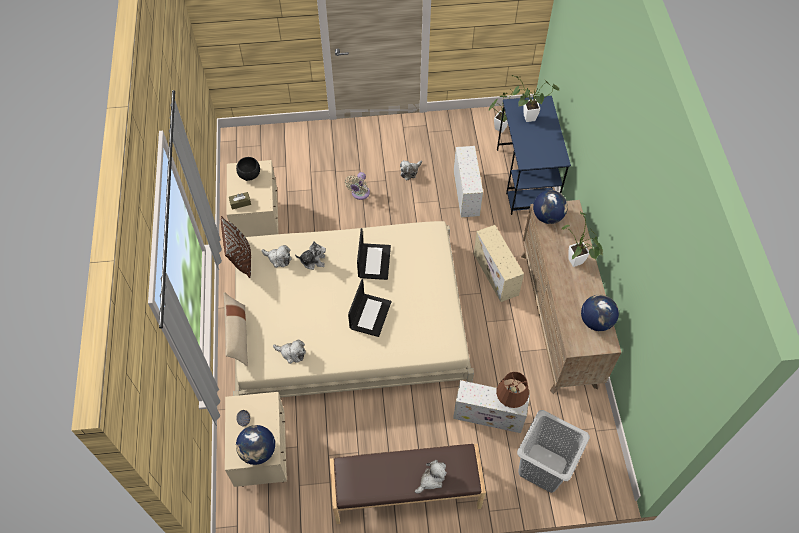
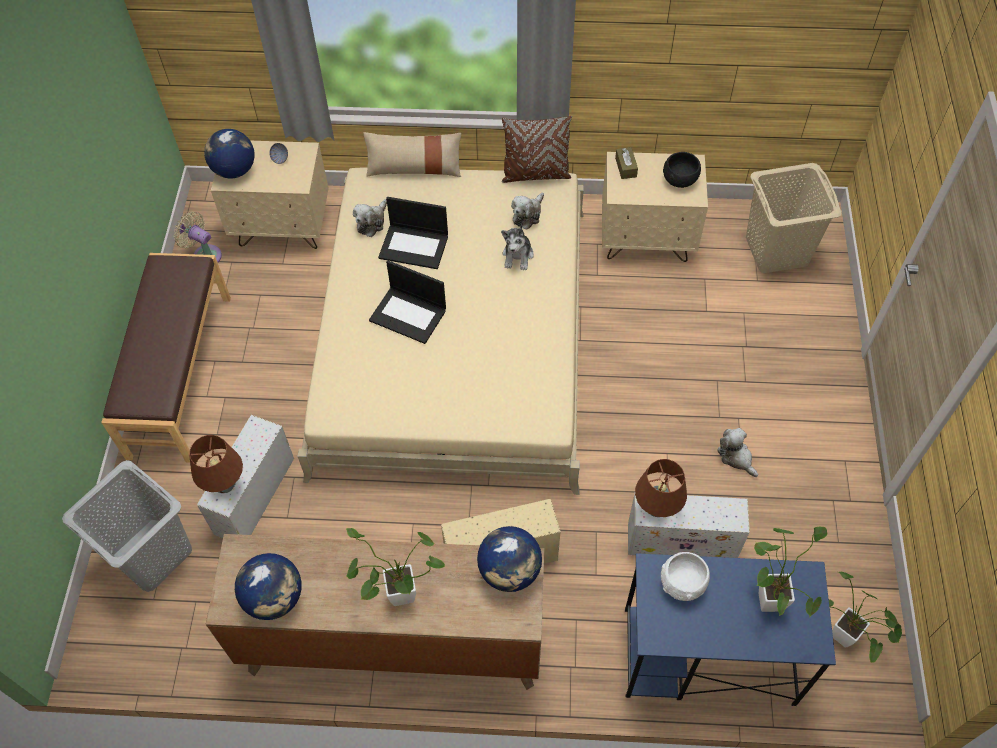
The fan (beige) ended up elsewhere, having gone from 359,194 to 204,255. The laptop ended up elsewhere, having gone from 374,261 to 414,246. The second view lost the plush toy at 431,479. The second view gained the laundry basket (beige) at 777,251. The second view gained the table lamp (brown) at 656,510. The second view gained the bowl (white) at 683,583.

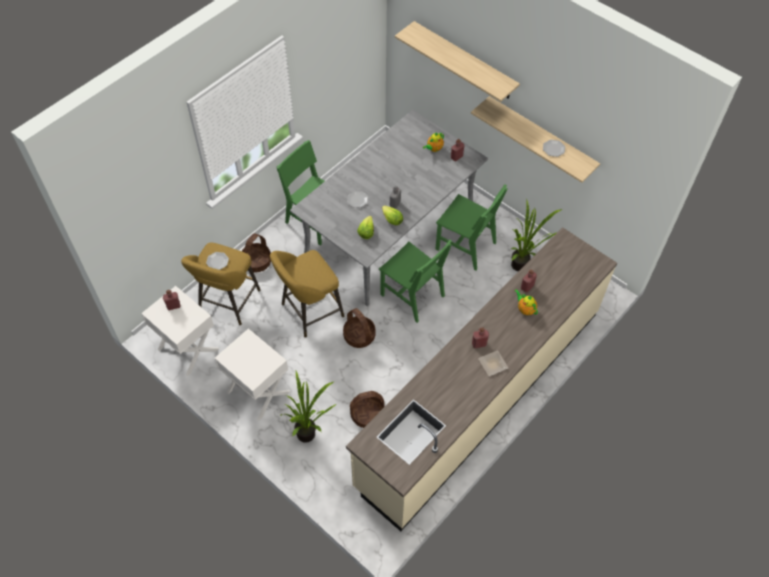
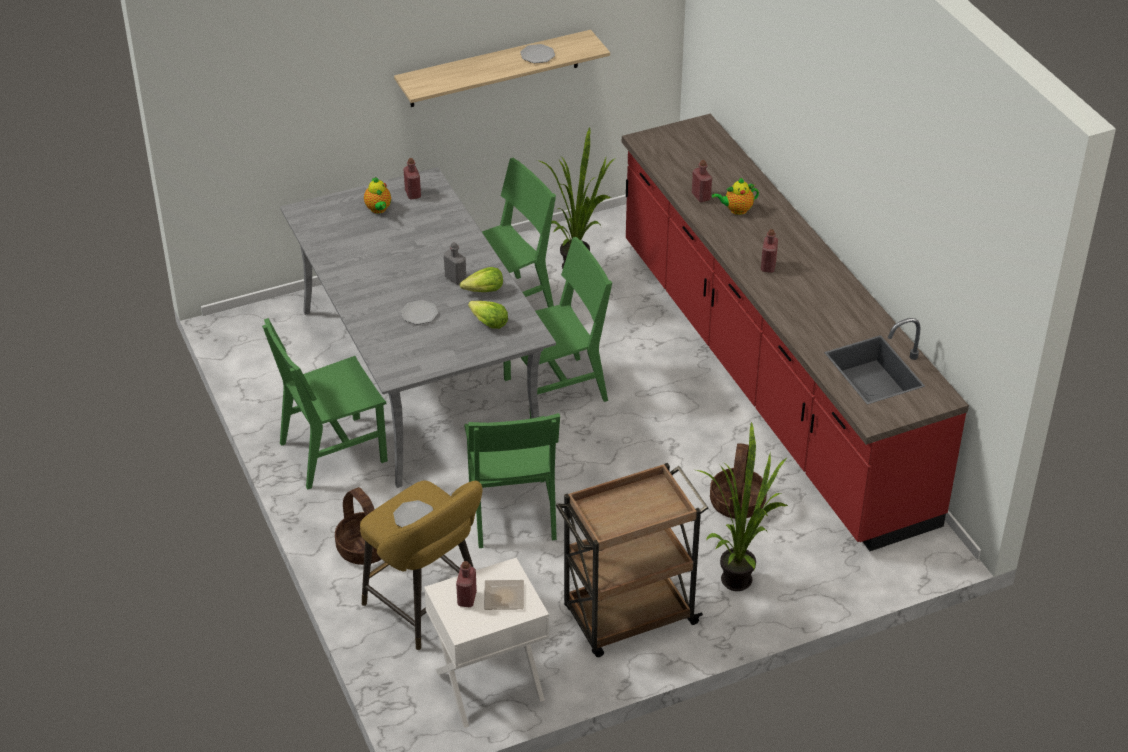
The second view lost the shelf at 464,61. What was the counter (beige) at 480,396 turned into the counter (red) at 769,379. Where the stool (yellow) stood at 309,312, the chair (green) came to stand at 511,512. The second view lost the basket at 359,336. Where the nightstand (white) stood at 257,392, the cart (brown) came to stand at 628,617. The plate ended up elsewhere, having gone from 491,363 to 502,598.

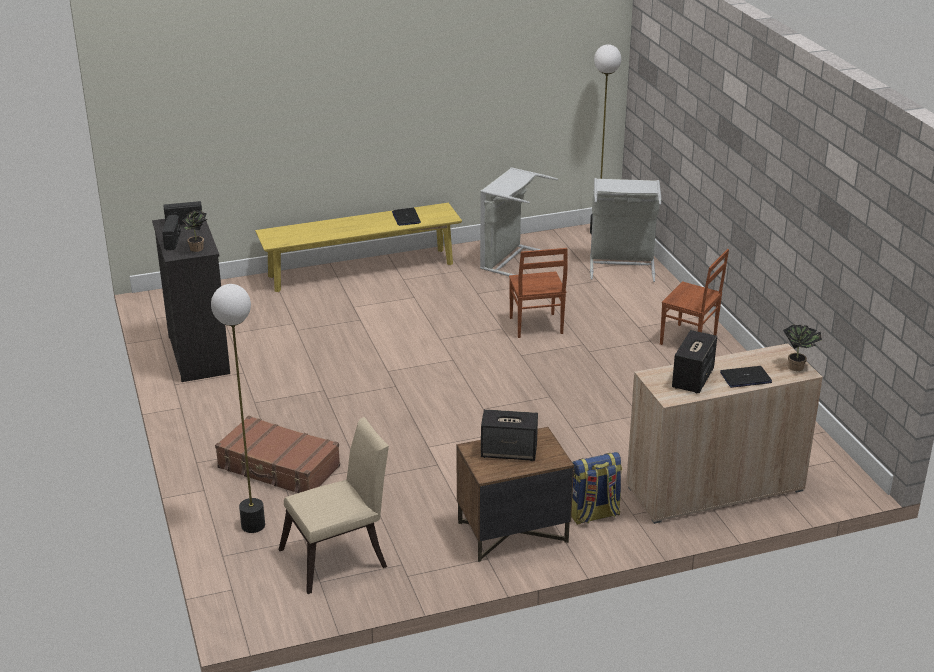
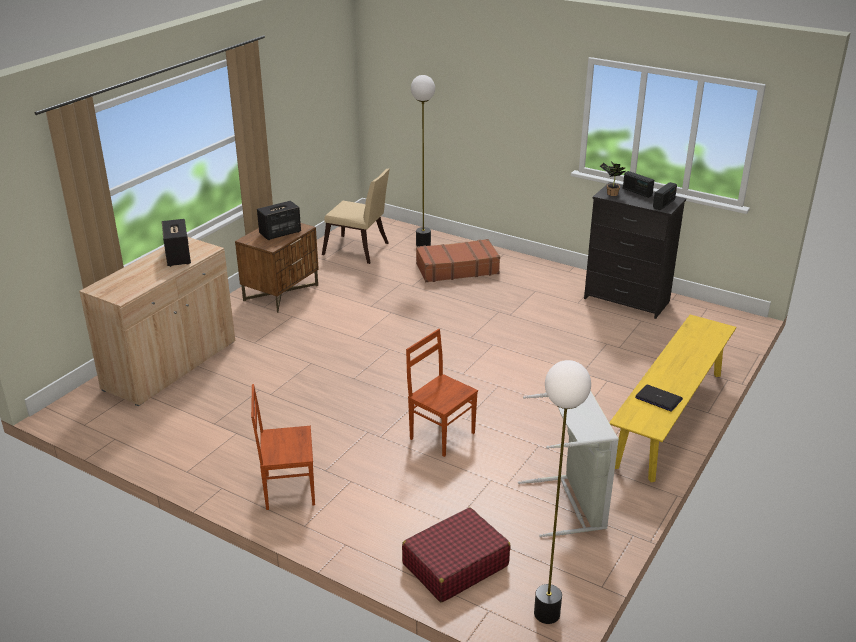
Where the laundry basket (grey) stood at 622,265, the suitcase (red) came to stand at 455,565. The second view lost the potted plant at 798,367. The second view lost the laptop at 745,378. The chair (beige) at 340,557 ended up facing another way, 90 degrees counterclockwise from before. The second view lost the backpack at 593,514.

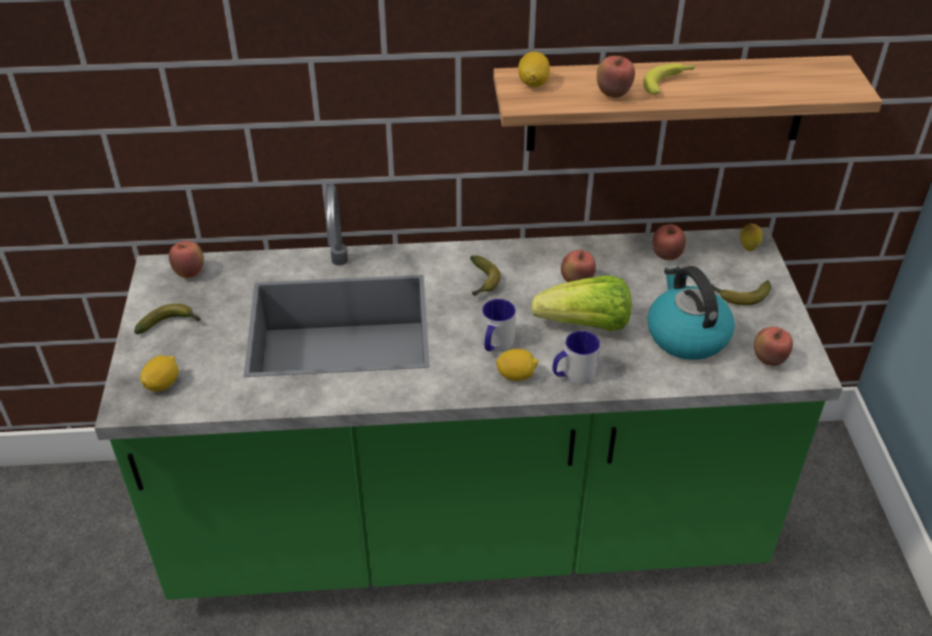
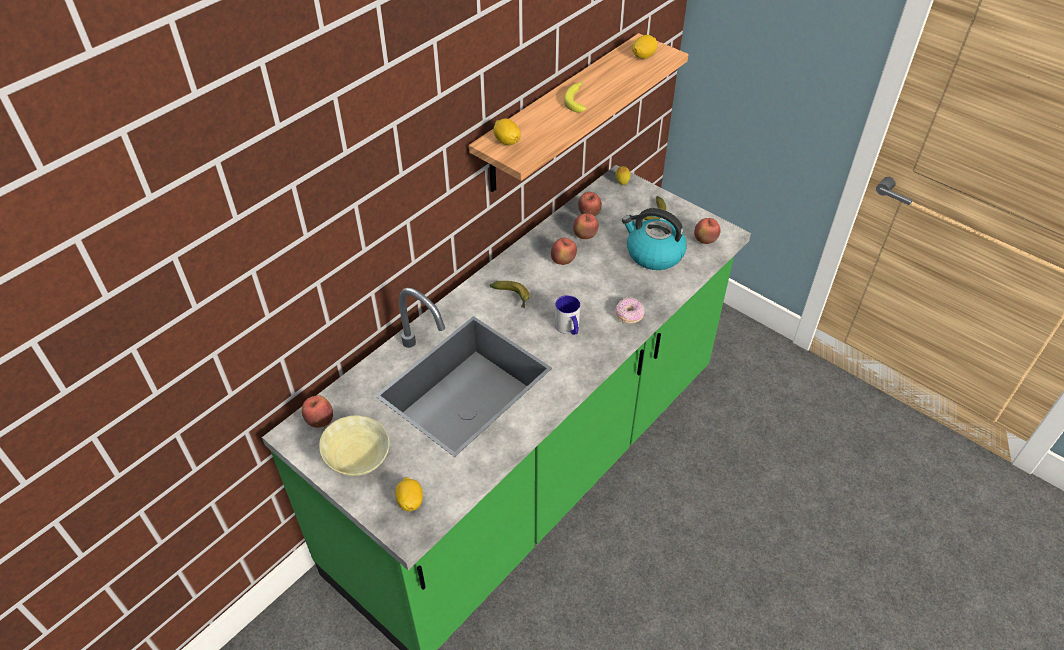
The apple ended up elsewhere, having gone from 613,94 to 585,236. The second view lost the lettuce at 586,325. Where the banana stood at 170,324, the bowl (beige) came to stand at 358,462. Where the mug stood at 573,374, the donut came to stand at 629,316. The lemon ended up elsewhere, having gone from 516,375 to 643,56.

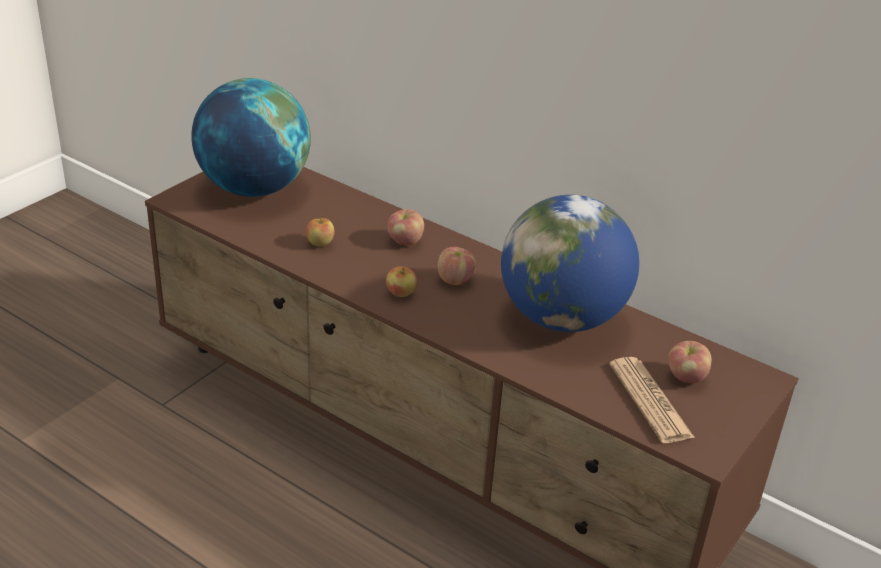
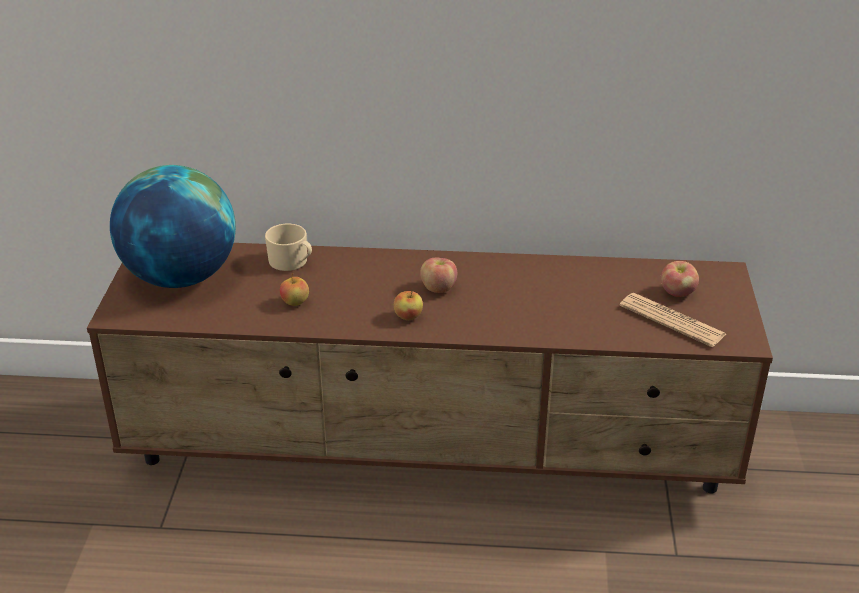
The second view lost the globe at 562,318. The second view lost the apple at 405,241. The second view gained the mug (beige) at 292,262.

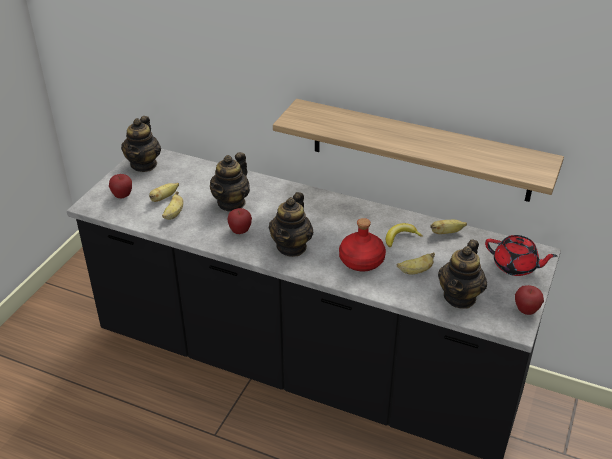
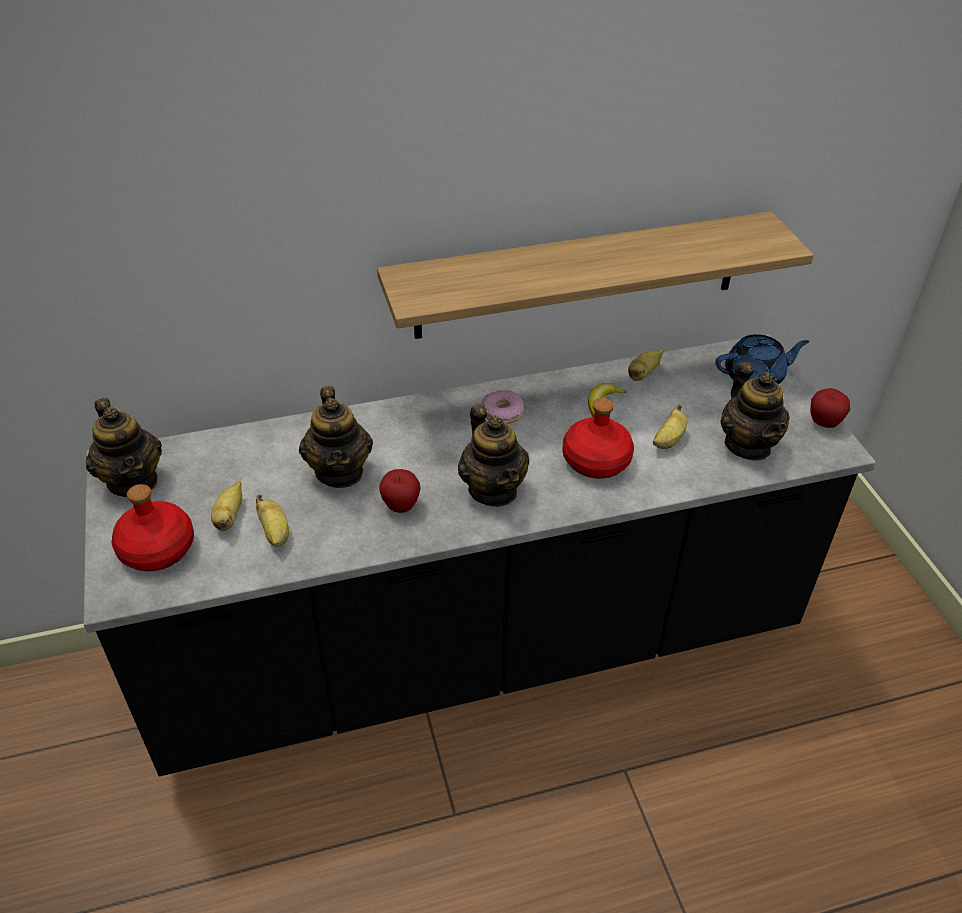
Where the apple stood at 122,196, the bottle (red) came to stand at 157,549. What was the teapot (red) at 515,266 turned into the teapot (blue) at 755,377. The second view gained the donut at 502,412.

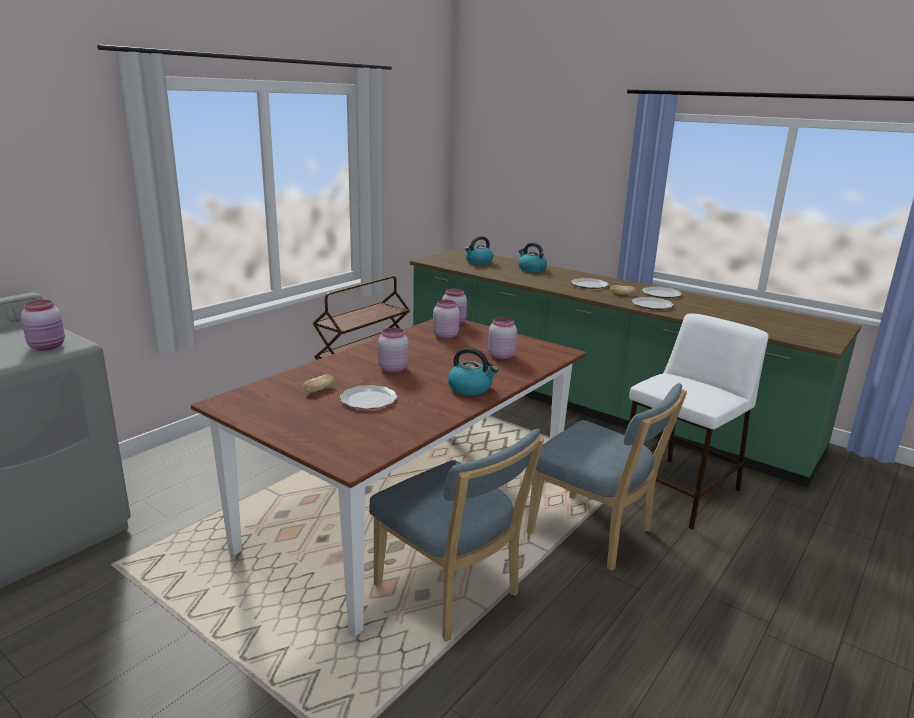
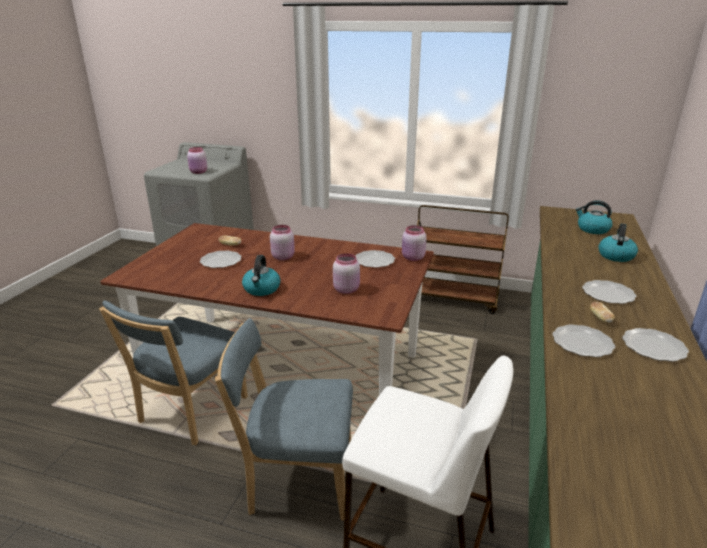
Where the jar (pink) stood at 444,336, the plate came to stand at 374,260. The chair (blue) at 595,534 ended up facing another way, 75 degrees clockwise from before.

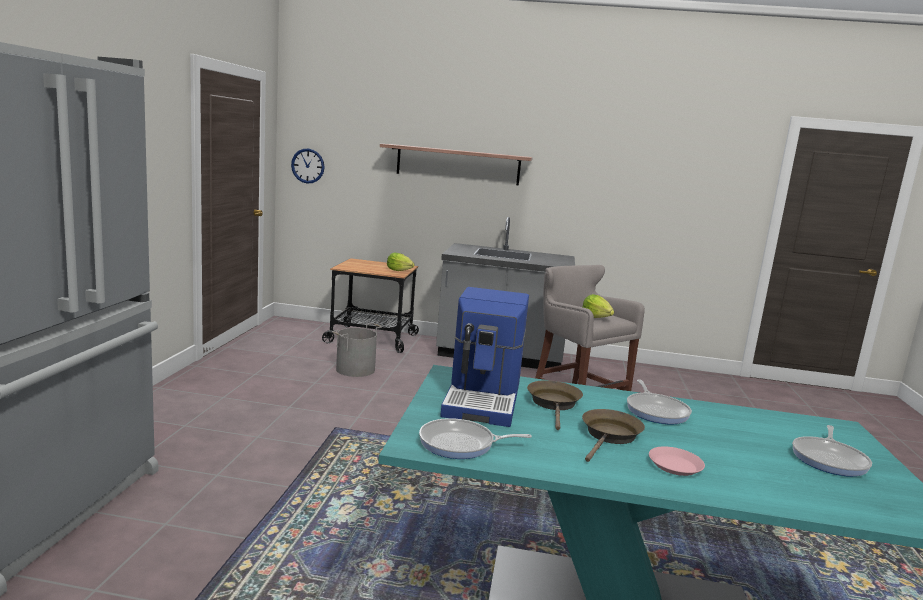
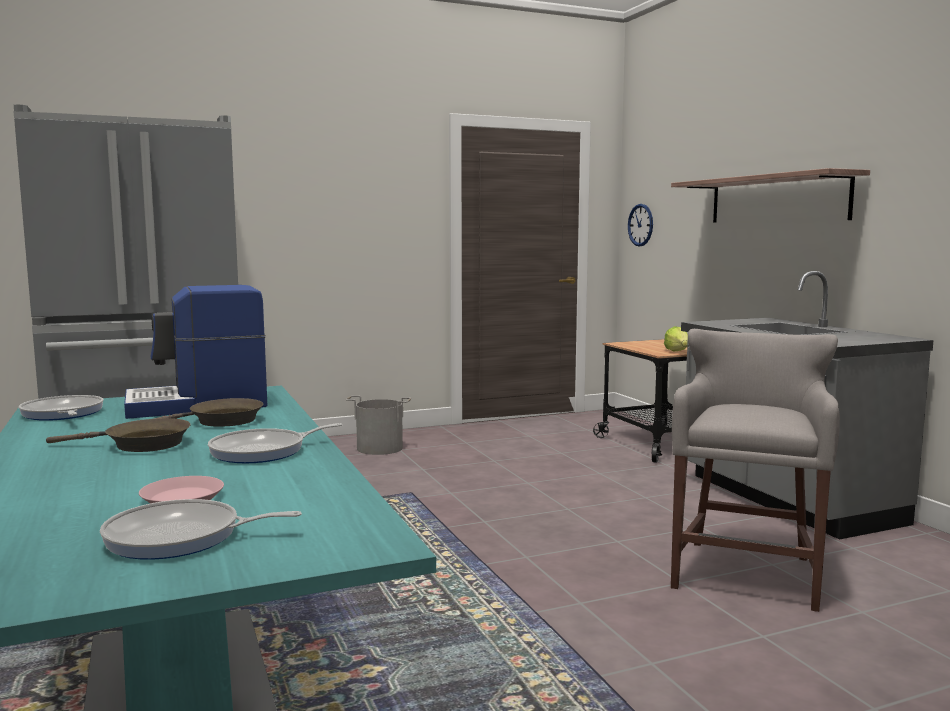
The second view lost the lettuce at 596,317. The bucket (grey) ended up elsewhere, having gone from 355,369 to 380,448. The plate (pink) ended up elsewhere, having gone from 675,465 to 182,498.

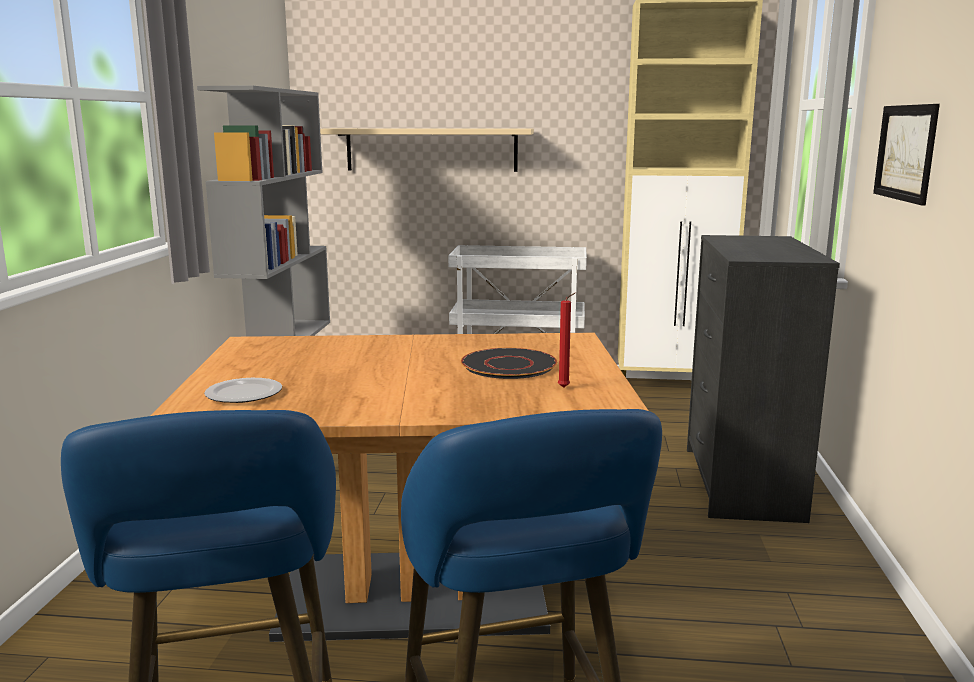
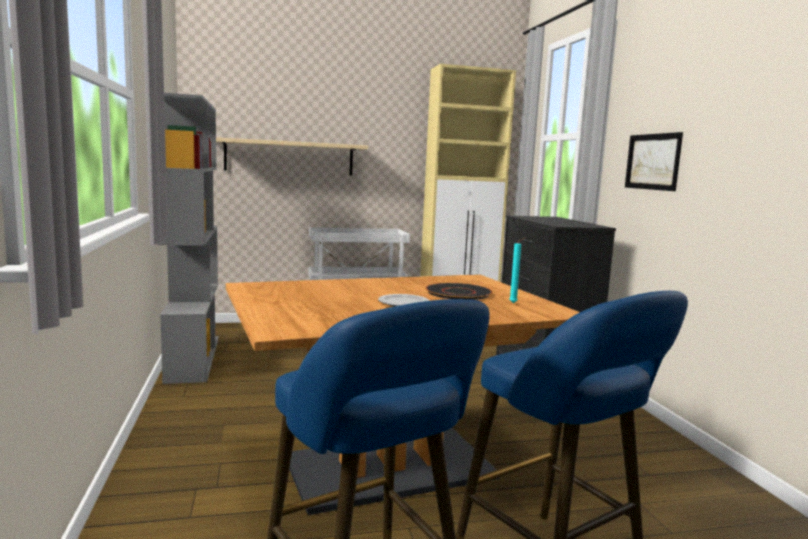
What was the candle (red) at 565,388 turned into the candle (turquoise) at 514,303. The plate ended up elsewhere, having gone from 243,394 to 402,303.

